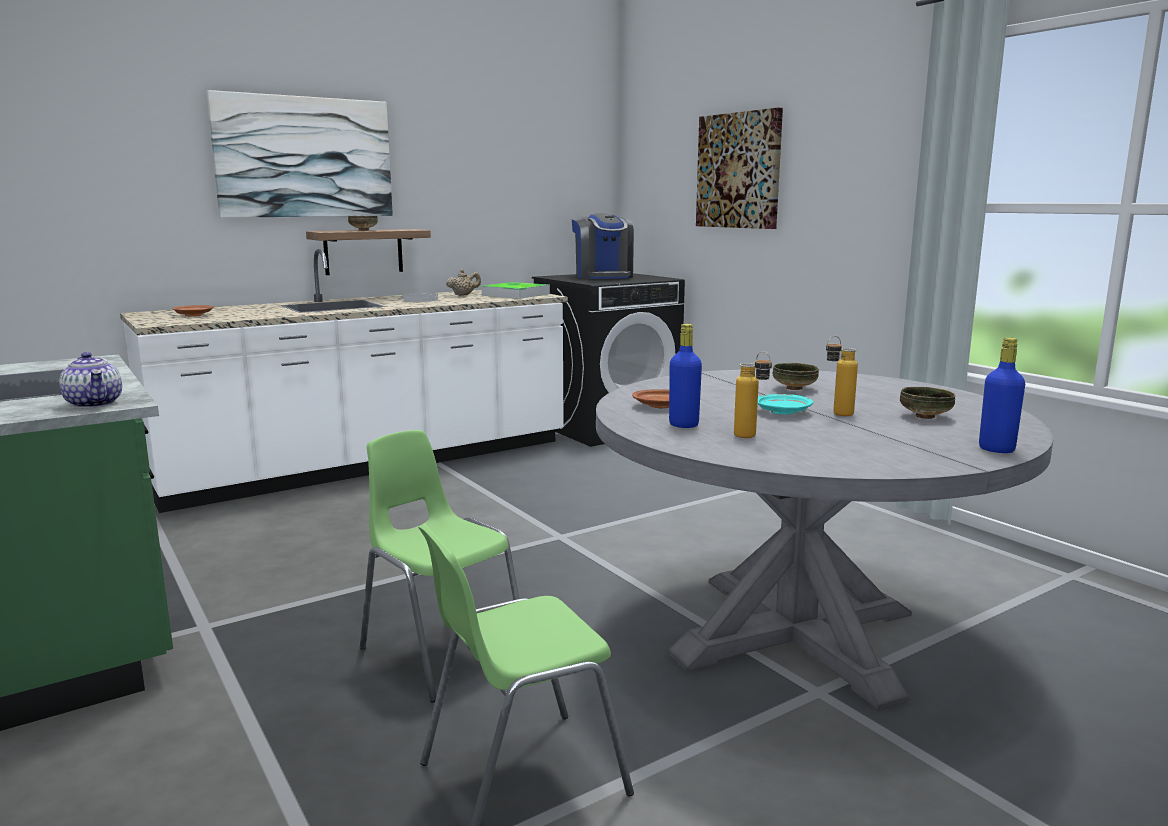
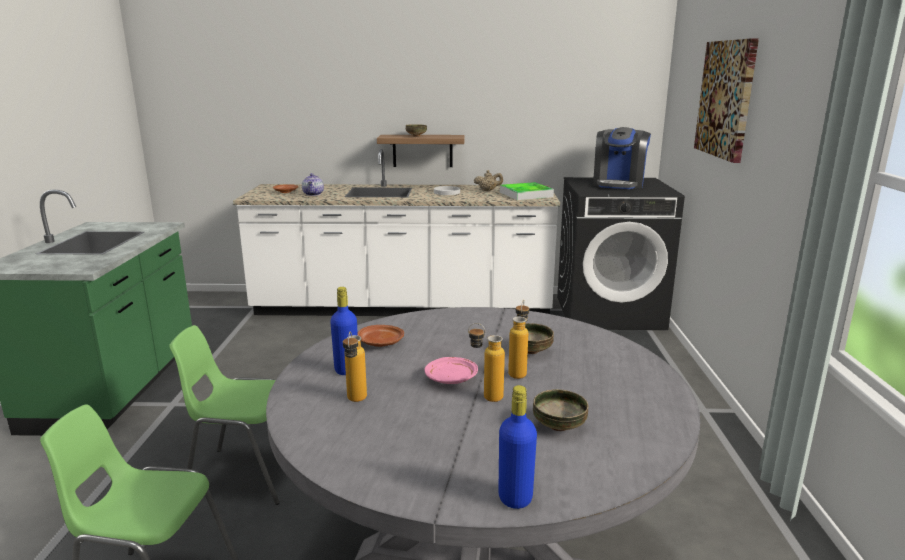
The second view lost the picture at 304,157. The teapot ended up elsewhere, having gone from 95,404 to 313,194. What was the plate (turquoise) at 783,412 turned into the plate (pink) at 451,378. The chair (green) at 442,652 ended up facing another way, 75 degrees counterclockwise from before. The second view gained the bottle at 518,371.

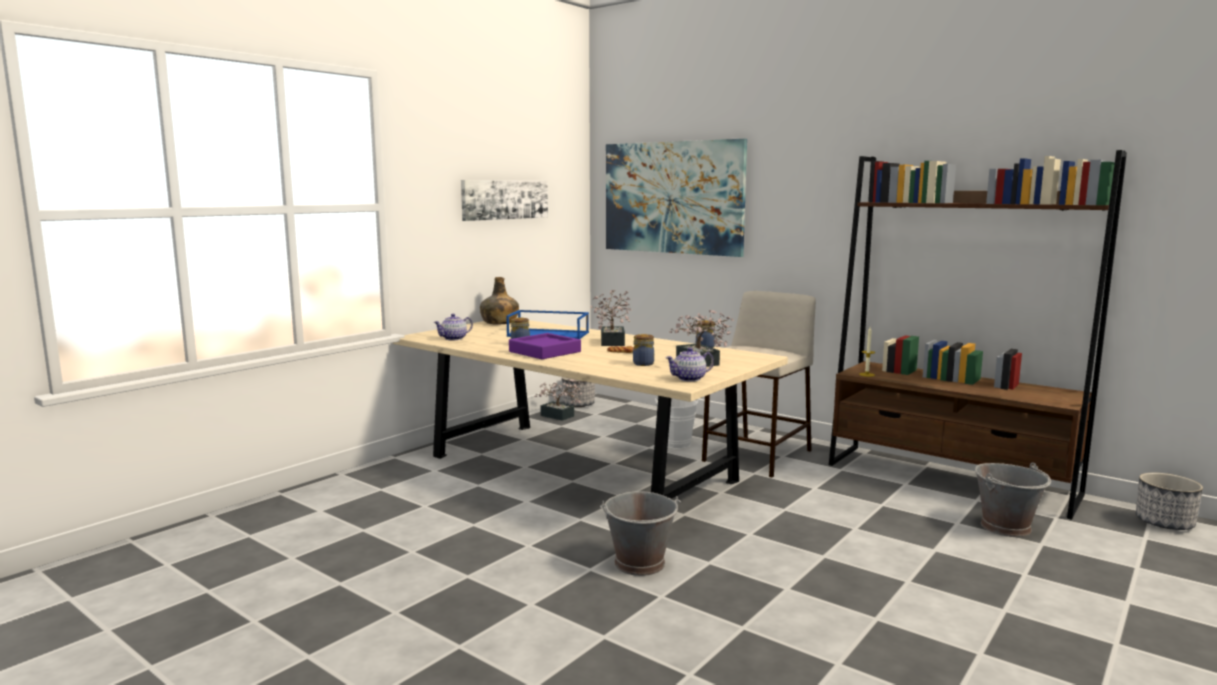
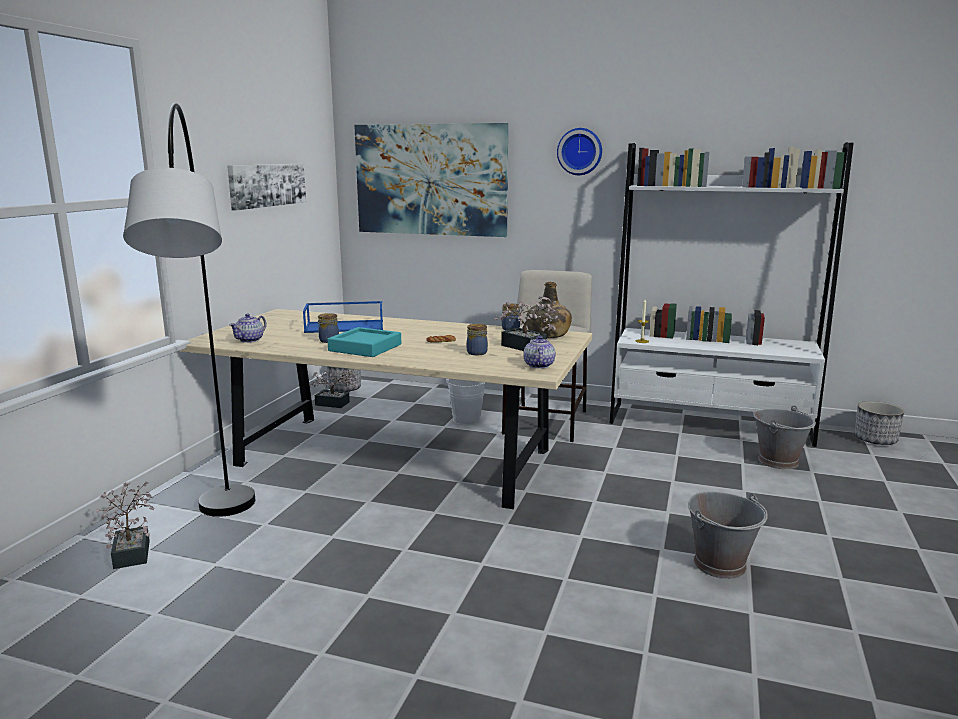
What was the bookcase (brown) at 950,479 turned into the bookcase (white) at 710,423. The bottle (green) ended up elsewhere, having gone from 499,322 to 548,334. The potted plant ended up elsewhere, having gone from 613,341 to 133,551. What was the tray (purple) at 545,351 turned into the tray (turquoise) at 365,347. The teapot at 690,379 ended up facing another way, 135 degrees clockwise from before. The bucket (grey) ended up elsewhere, having gone from 640,563 to 720,564. The second view gained the floor lamp (grey) at 223,556. The second view gained the wall clock at 580,151.

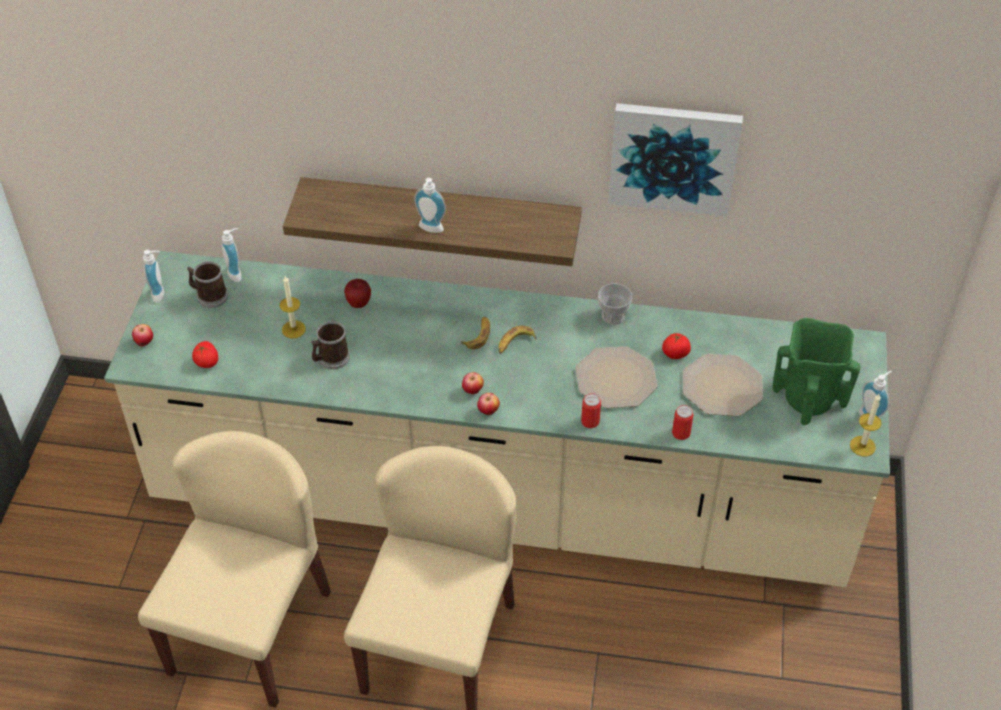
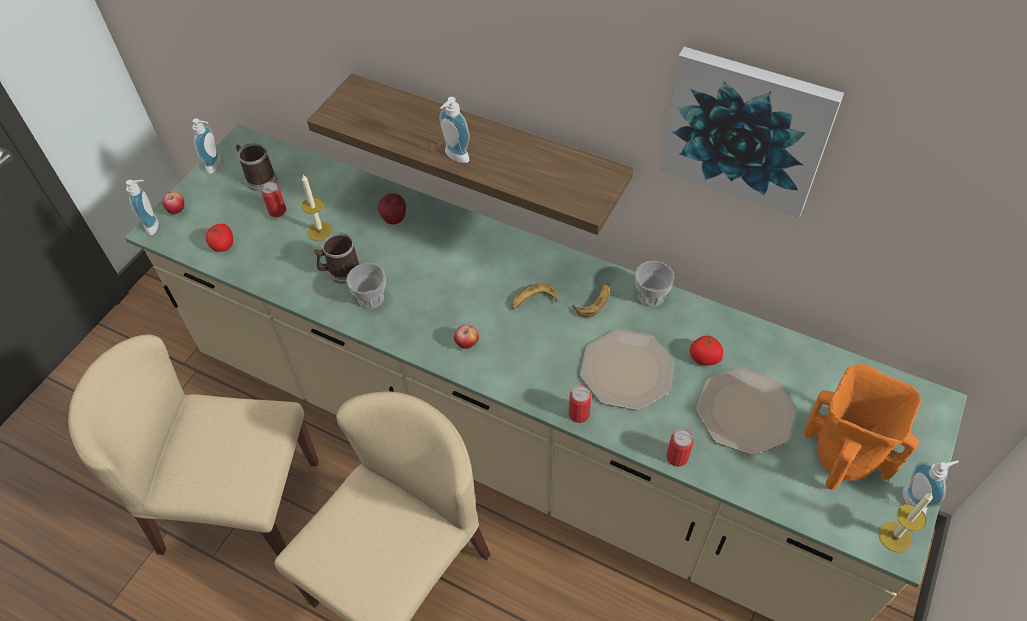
The soap dispenser ended up elsewhere, having gone from 237,273 to 155,225. The banana ended up elsewhere, having gone from 478,335 to 594,302. What was the vase (green) at 809,397 turned into the vase (orange) at 846,454. The second view lost the apple at 488,412. The chair (beige) at 250,630 ended up facing another way, 120 degrees counterclockwise from before. The second view gained the can at 277,211. The second view gained the cup at 371,298.

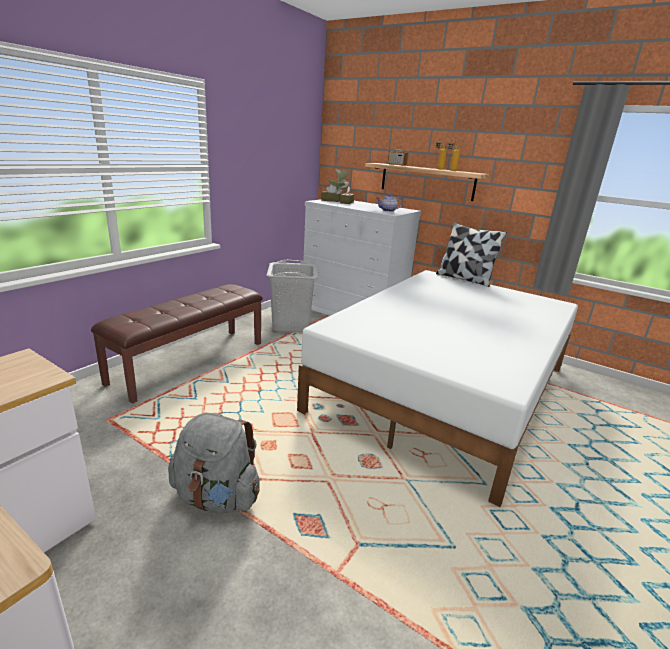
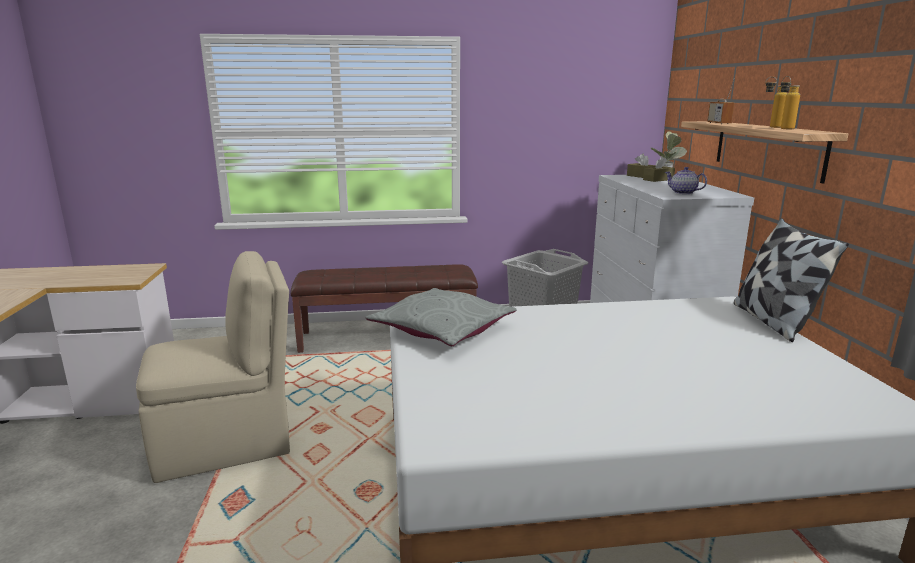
Where the backpack (grey) stood at 217,497, the chair (beige) came to stand at 227,442. The second view gained the pillow (grey) at 442,329.

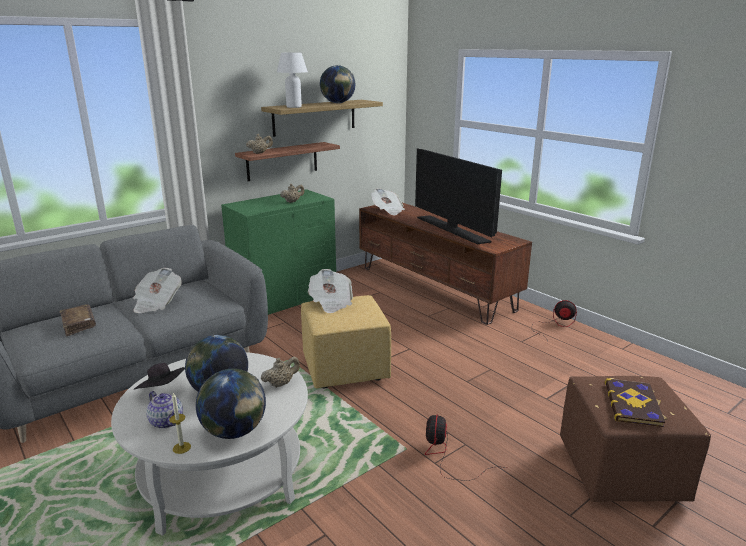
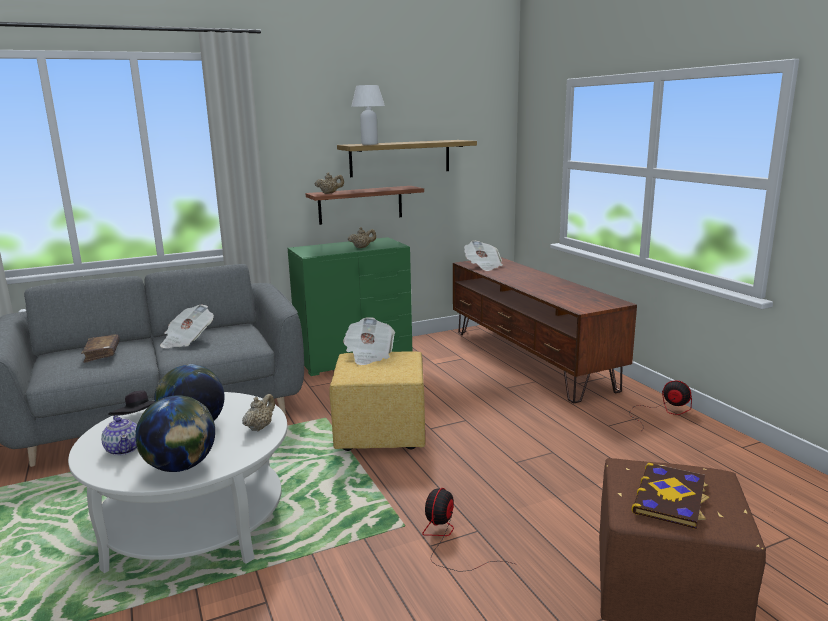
The second view lost the globe at 338,103. The second view lost the television at 453,229. The teapot (beige) at 281,384 ended up facing another way, 45 degrees counterclockwise from before. The second view lost the candle at 181,448.

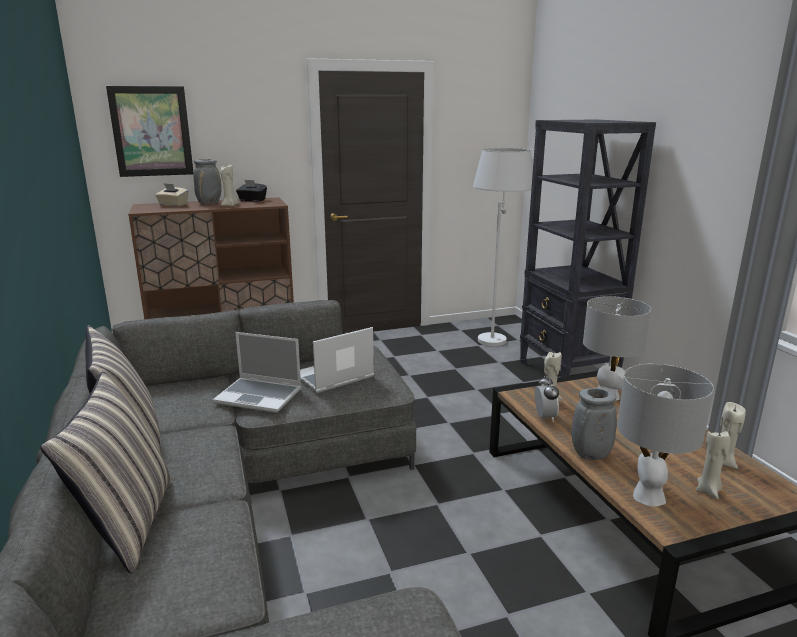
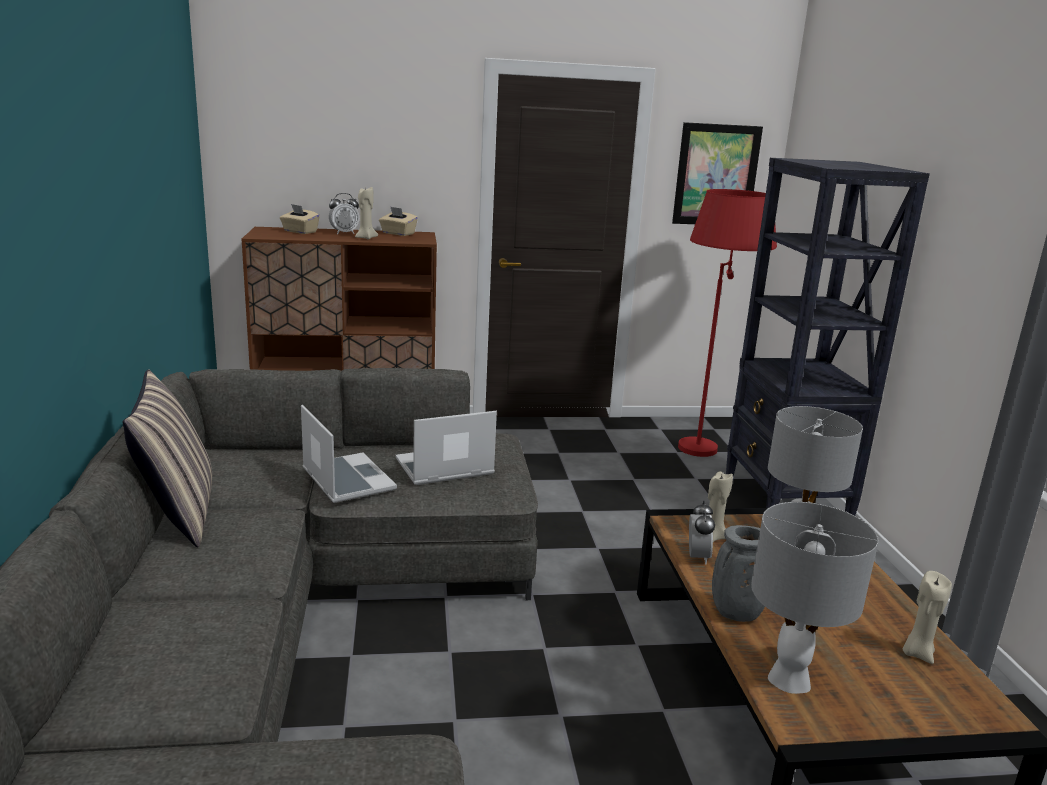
The picture ended up elsewhere, having gone from 151,131 to 716,175. What was the floor lamp (white) at 495,335 turned into the floor lamp (red) at 705,442. Where the vase (grey) stood at 209,203, the alarm clock came to stand at 344,233. What was the tissue box (black) at 252,200 turned into the tissue box (beige) at 398,233. The laptop at 260,396 ended up facing another way, 150 degrees counterclockwise from before. The second view lost the pillow at 127,523. The second view lost the candle (beige) at 708,491.

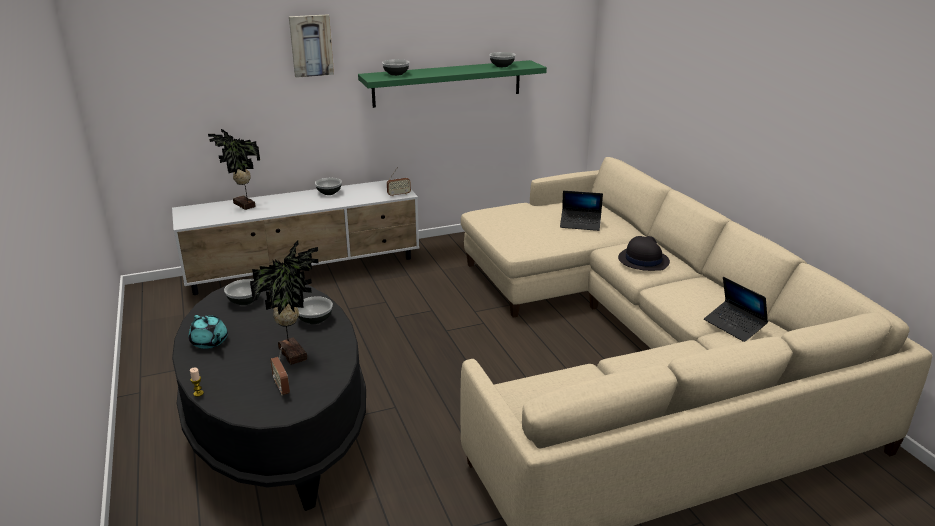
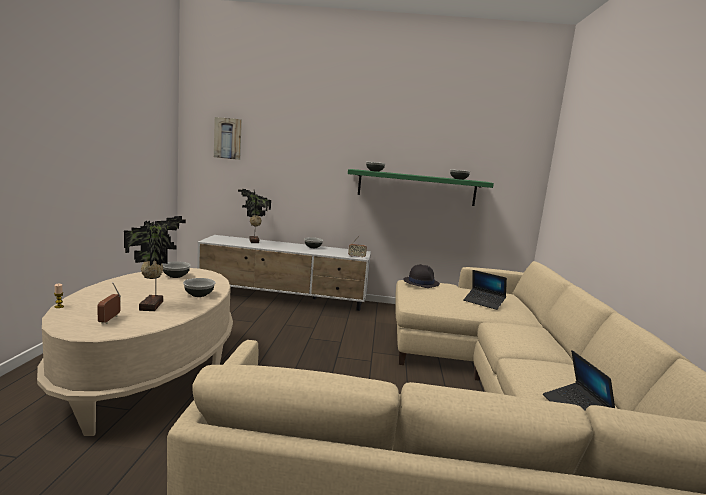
The picture ended up elsewhere, having gone from 311,45 to 228,138. The hat (black) ended up elsewhere, having gone from 643,260 to 421,282. What was the coffee table (black) at 277,424 turned into the coffee table (beige) at 151,373. The second view lost the teapot (turquoise) at 209,342.

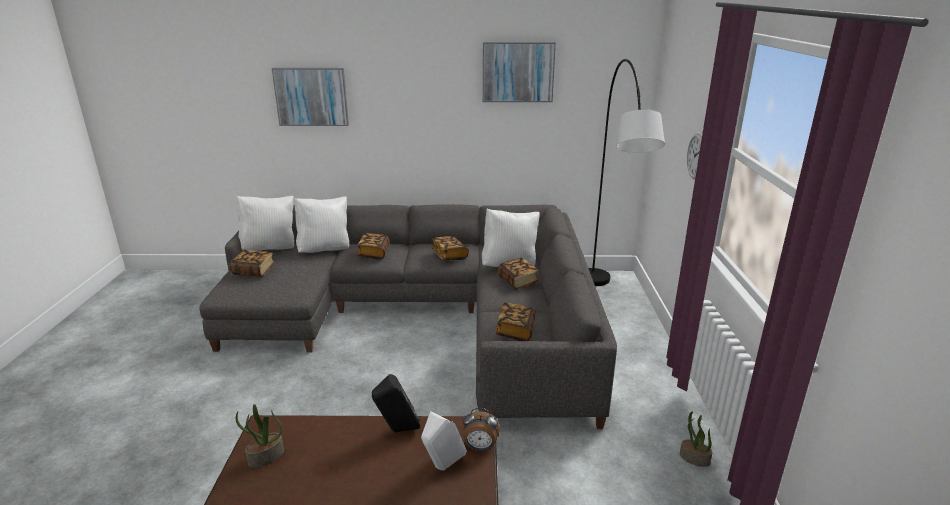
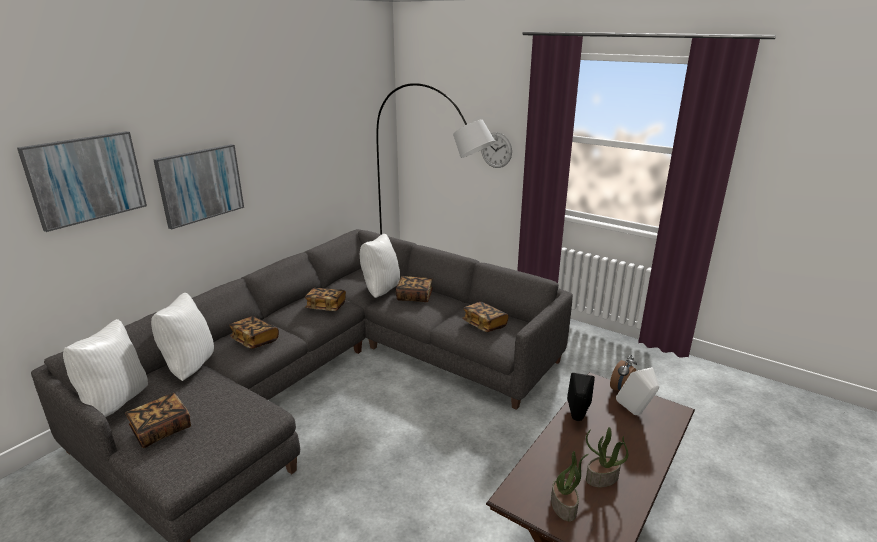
The picture ended up elsewhere, having gone from 518,72 to 200,185. The potted plant ended up elsewhere, having gone from 694,458 to 602,478.

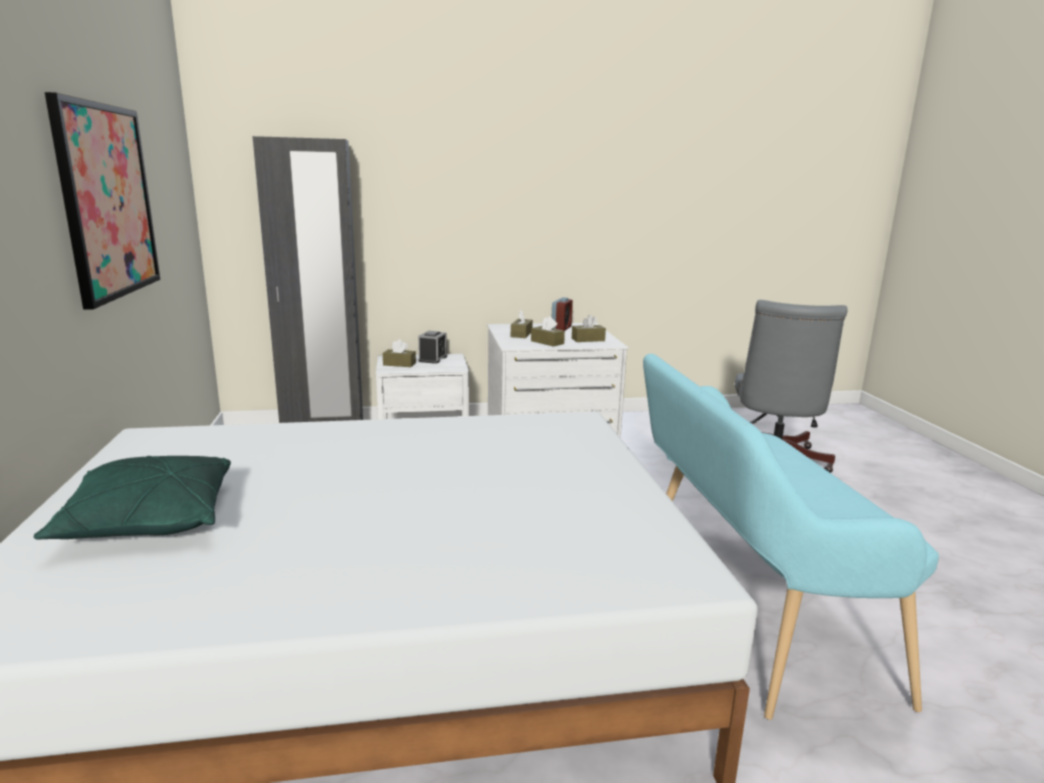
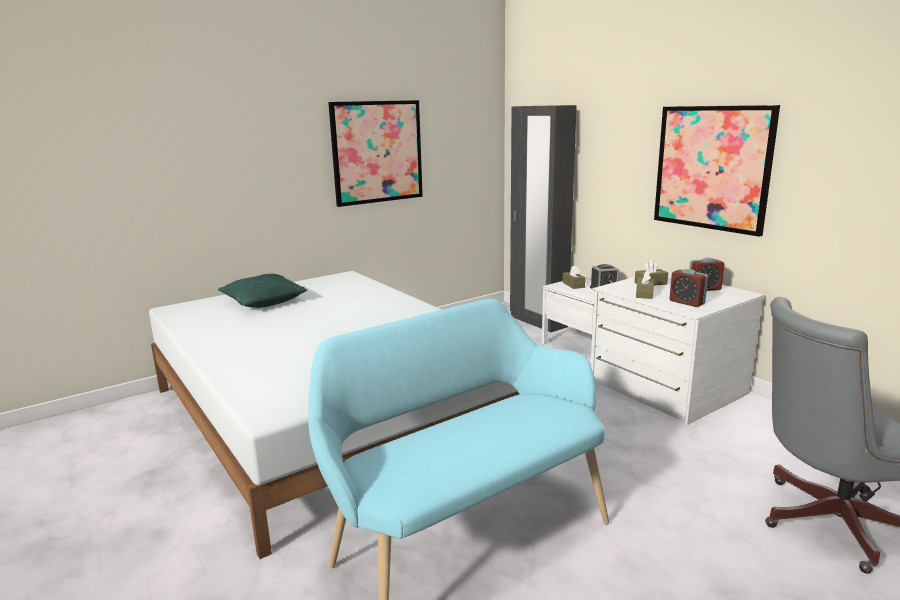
Where the tissue box (brown) stood at 588,339, the alarm clock came to stand at 686,302. The second view gained the picture at 712,168.

